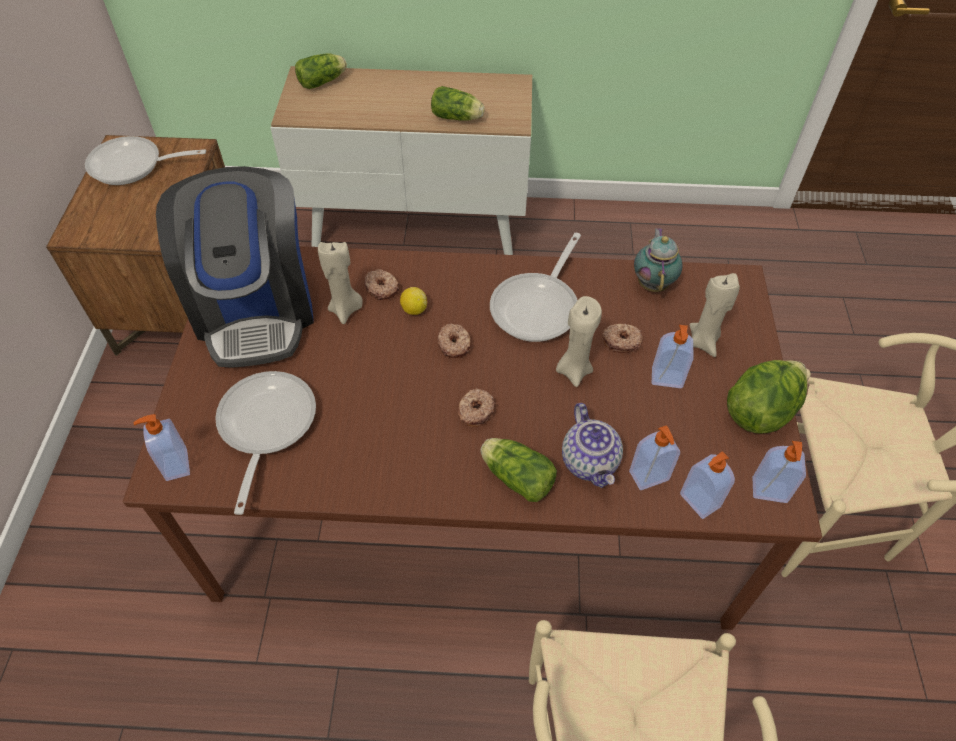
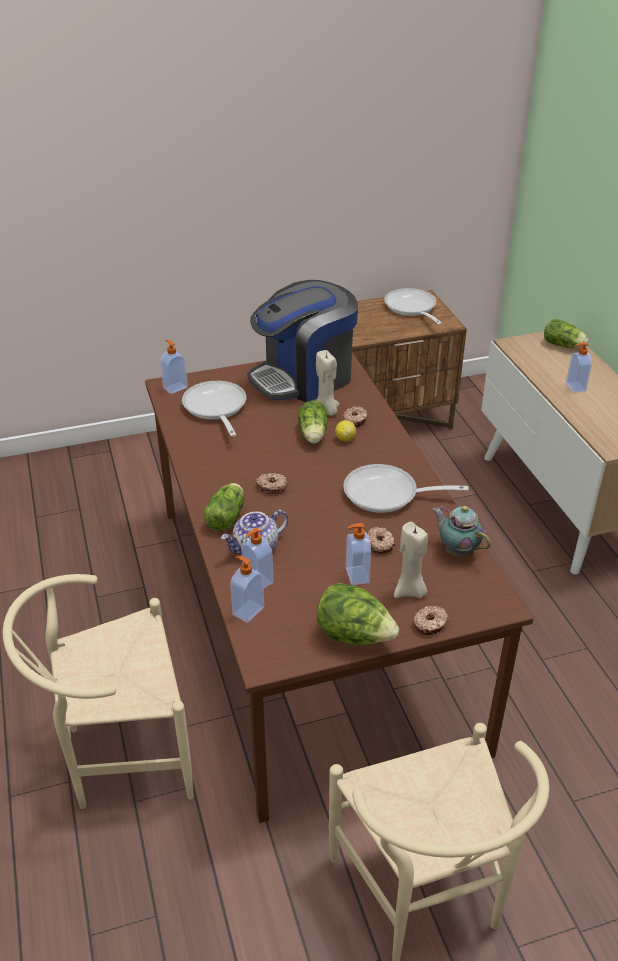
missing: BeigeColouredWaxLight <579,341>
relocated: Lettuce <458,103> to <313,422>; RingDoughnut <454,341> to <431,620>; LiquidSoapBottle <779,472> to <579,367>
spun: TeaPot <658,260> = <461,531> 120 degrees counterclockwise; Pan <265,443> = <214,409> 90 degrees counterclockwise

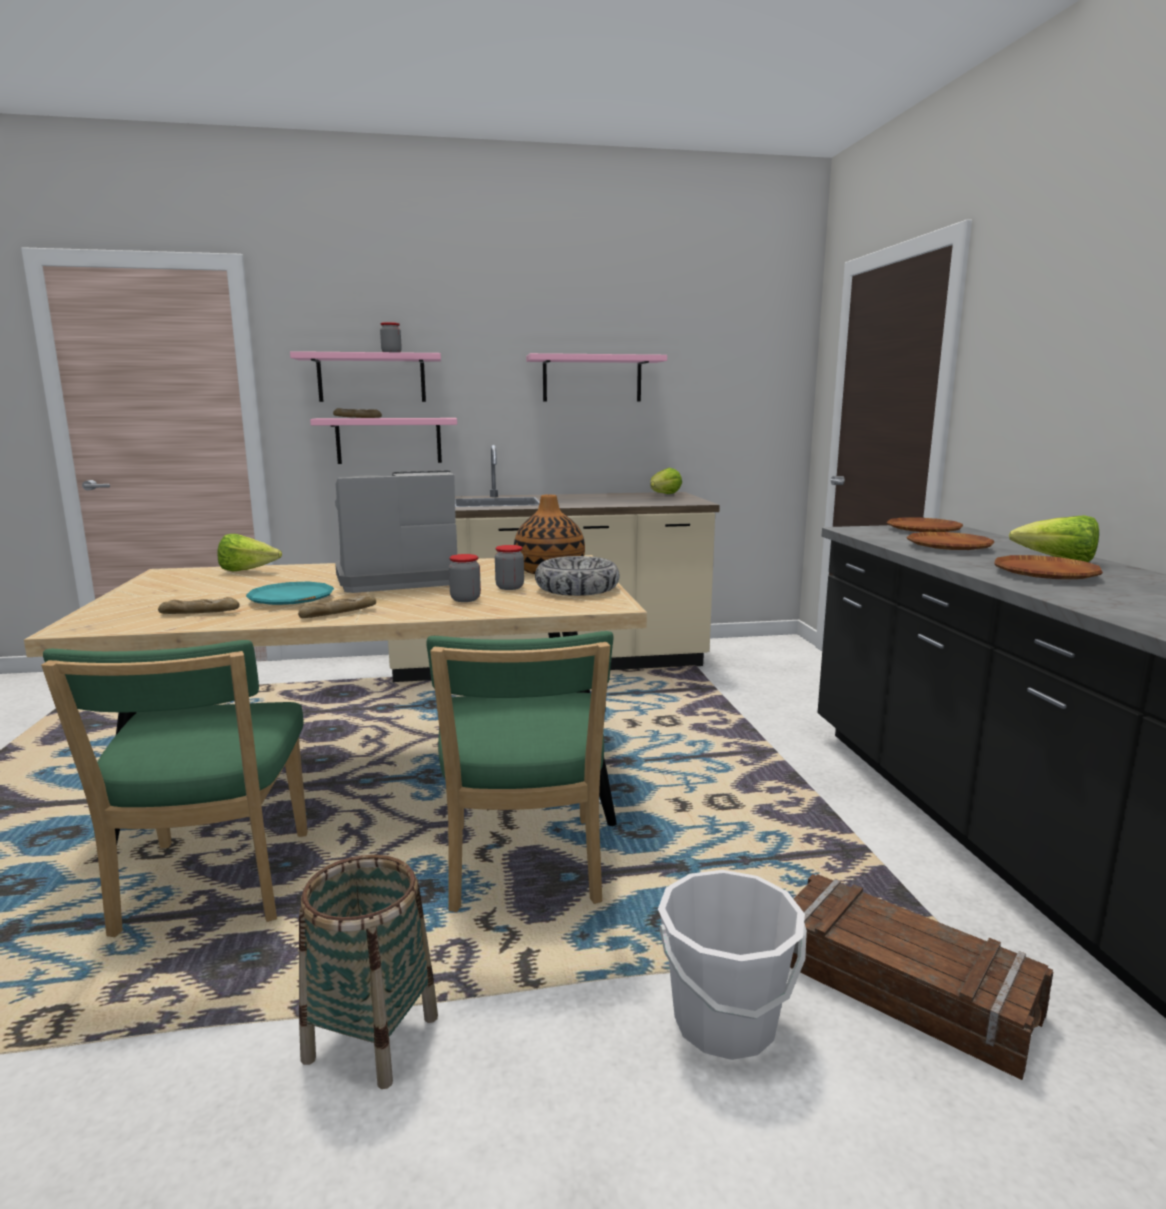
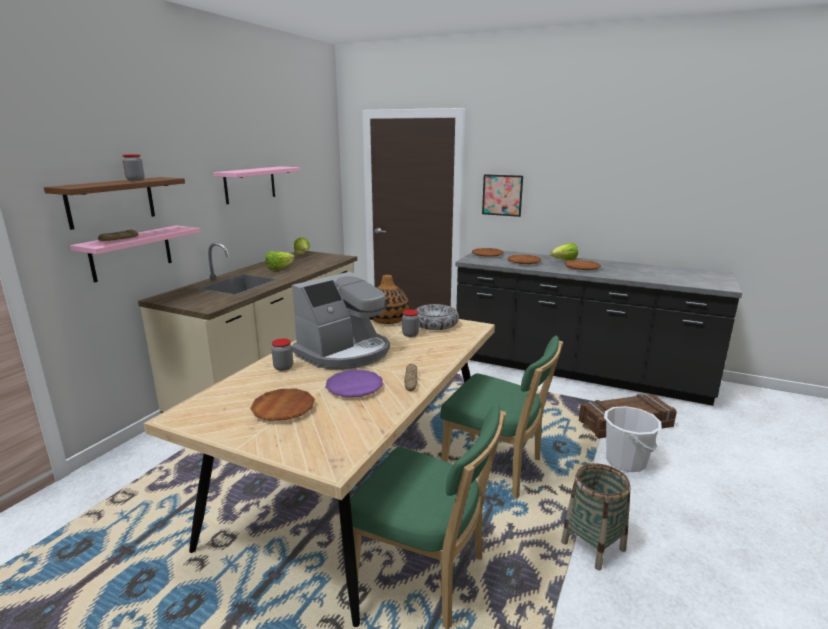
missing: BakeryBread <199,605>
appeared: WallPicture <502,195>; BrownColouredFlatDish <282,405>
relocated: Lettuce <249,552> to <280,260>; StorageJar <465,578> to <282,354>
colour: PinkishBracketShelf <365,376> to BrownColouredBracketShelf <114,203>; TurquoiseFlatDish <290,593> to PurpleColouredFlatDish <354,383>
spun: CoffeeMachine <396,531> = <341,321> 150 degrees counterclockwise

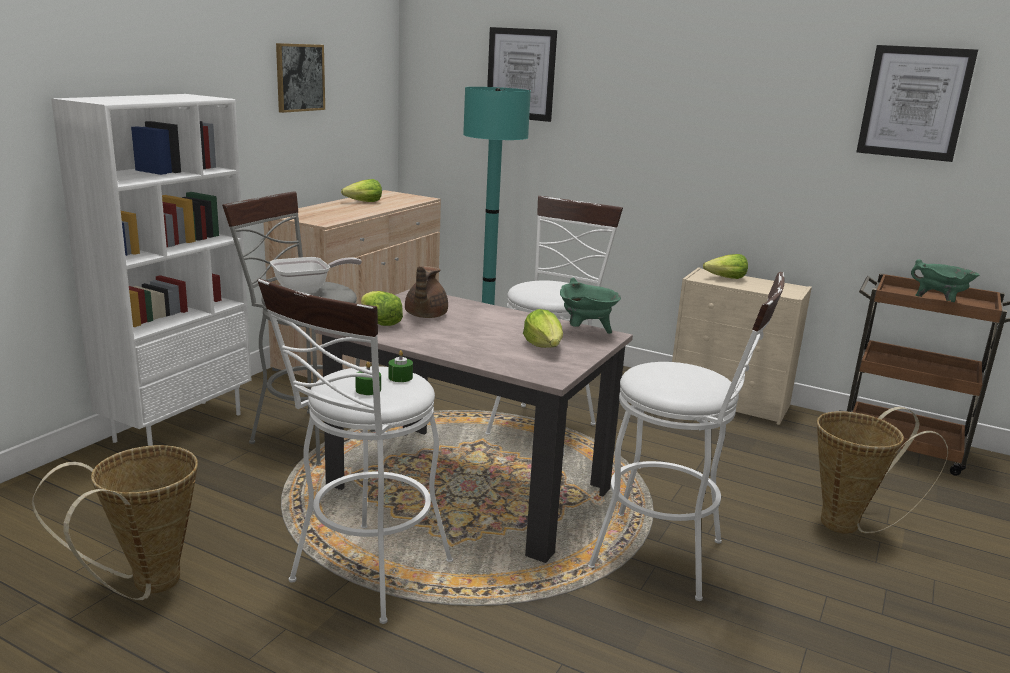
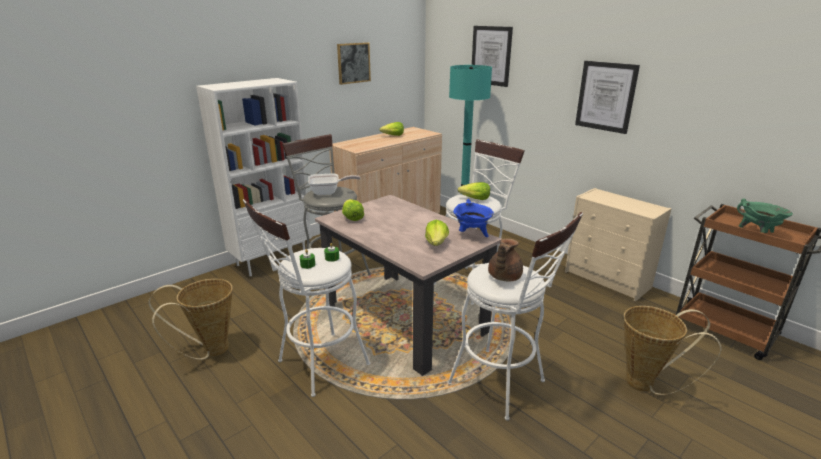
relocated: WallPicture <917,103> to <607,97>; Lettuce <725,266> to <474,191>; BrownColouredTeaPot <426,292> to <505,260>
colour: GreenishSaucepot <590,306> to BlueColouredSaucepot <473,218>

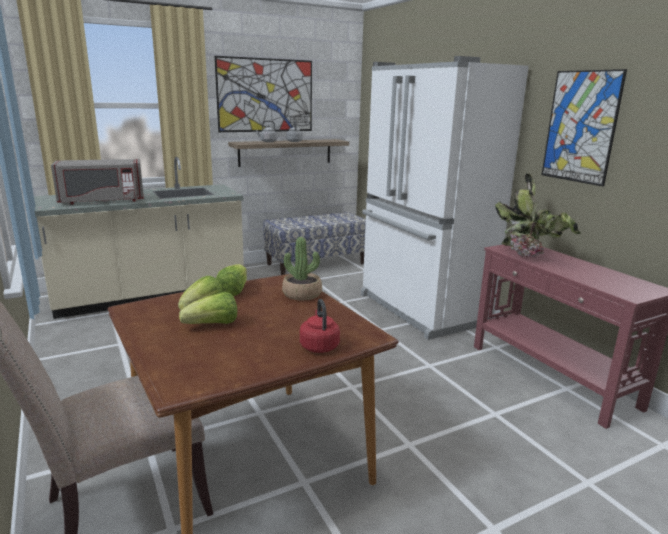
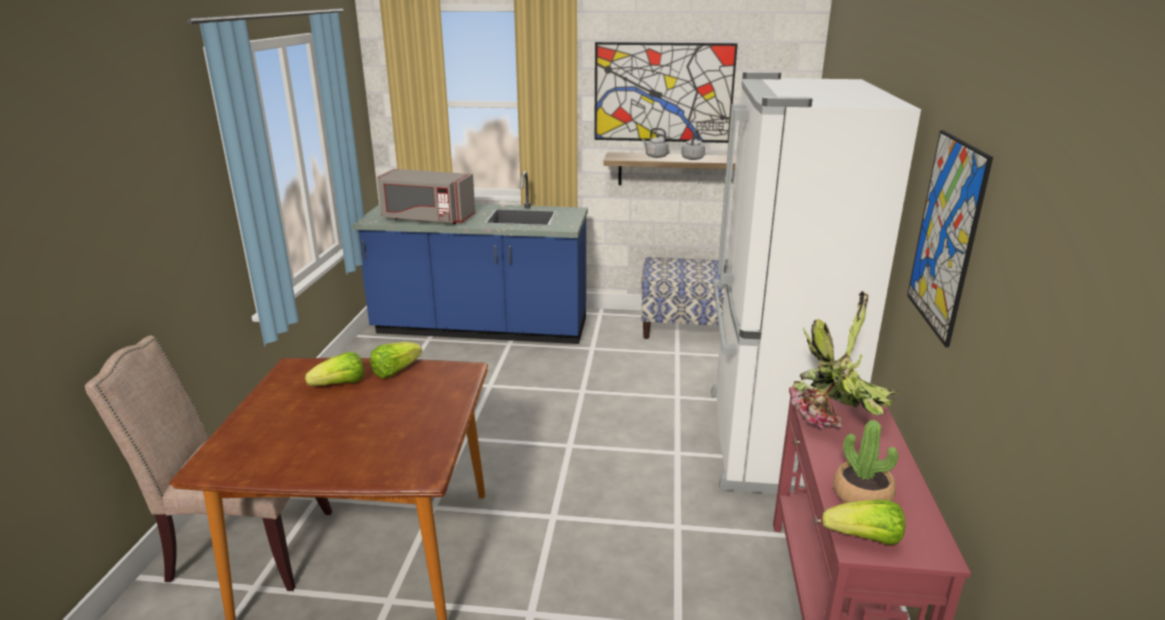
missing: RedWaterKettle <320,326>
relocated: Houseplant <302,268> to <866,461>; Lettuce <208,308> to <863,522>
colour: BeigeColouredKitchenBaseUnit <139,238> to BlueColouredKitchenBaseUnit <470,257>

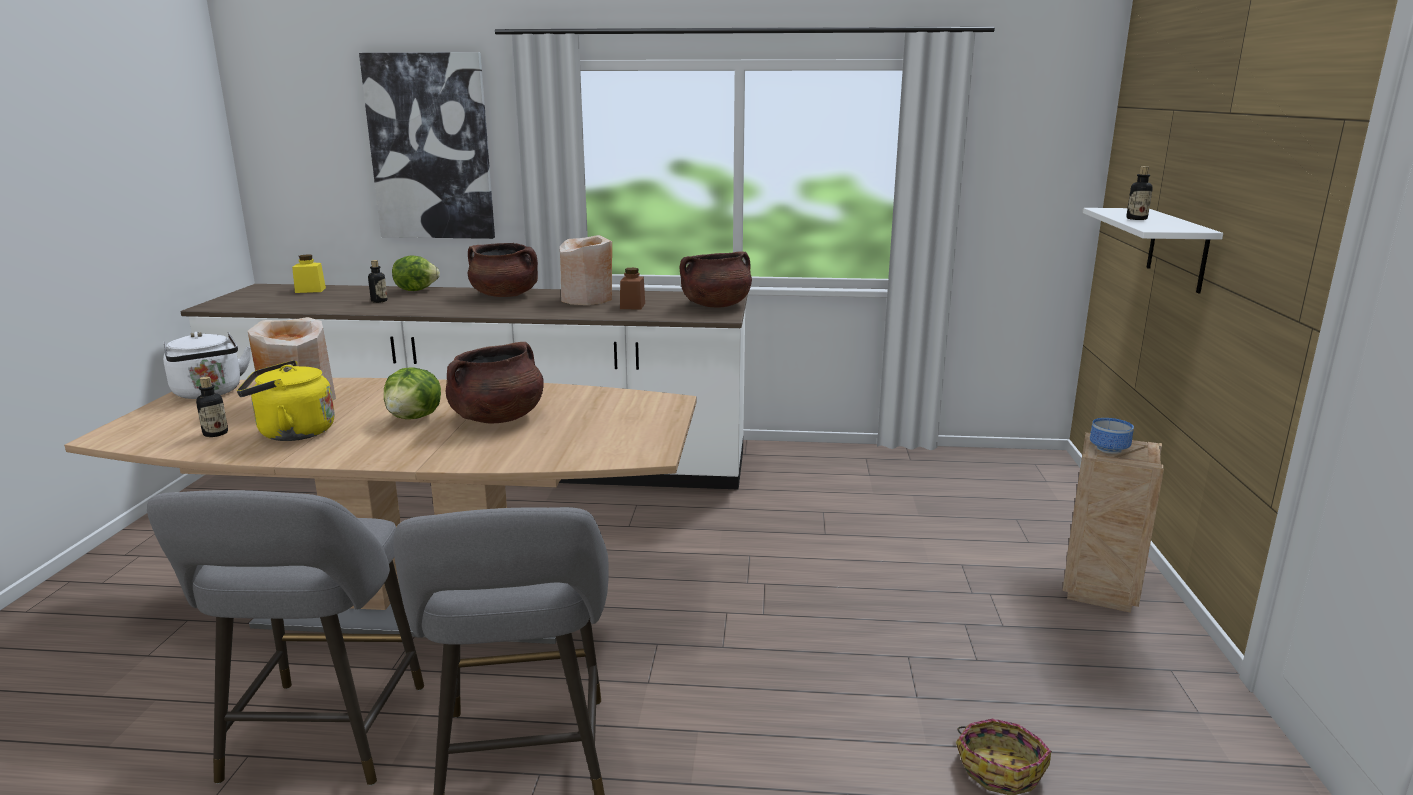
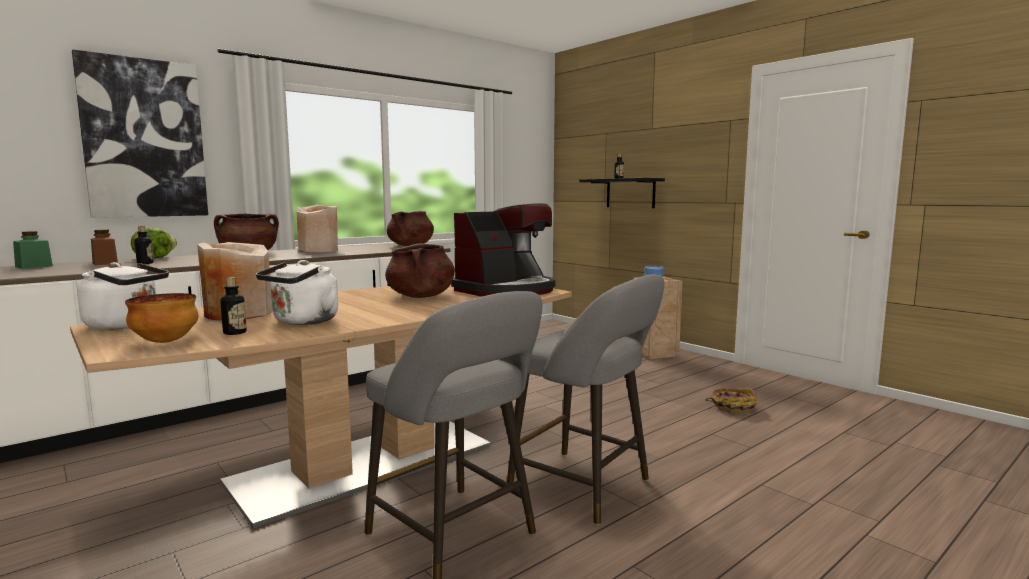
missing: Lettuce <412,393>
appeared: CoffeeMachine <503,249>; DeepDish <162,318>
relocated: BrownColouredStorageJar <632,289> to <104,247>
colour: WhitishBracketShelf <1153,251> to BlackBracketShelf <622,193>; YellowishStorageJar <309,274> to GreenishStorageJar <33,250>; YellowishWaterKettle <286,400> to WhitishWaterKettle <297,292>

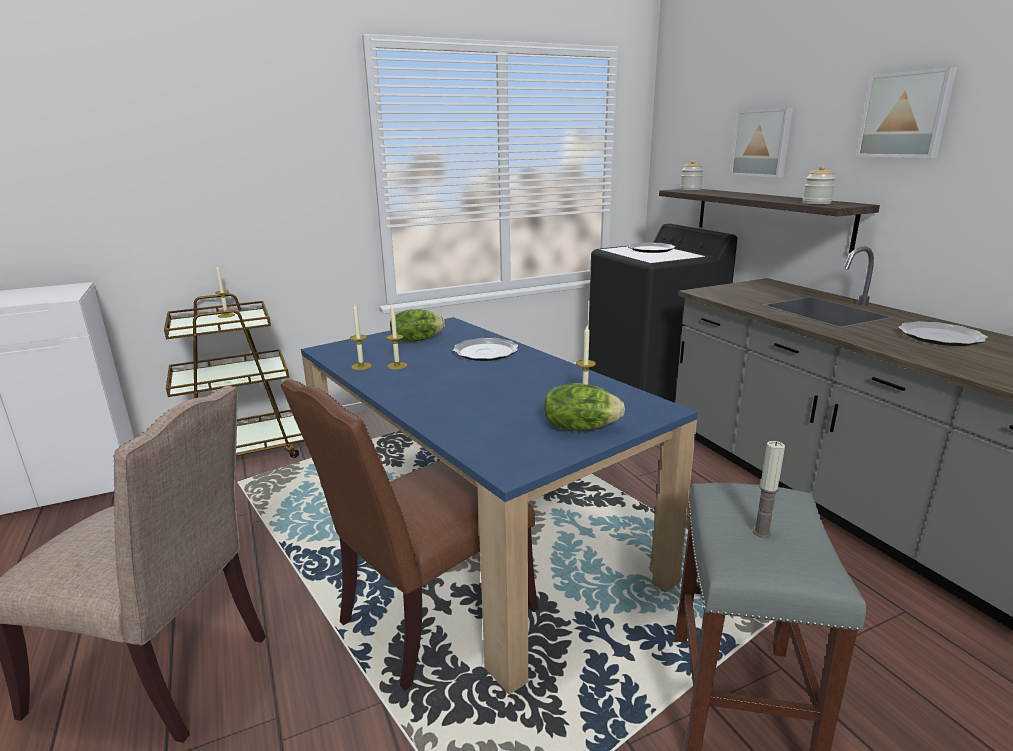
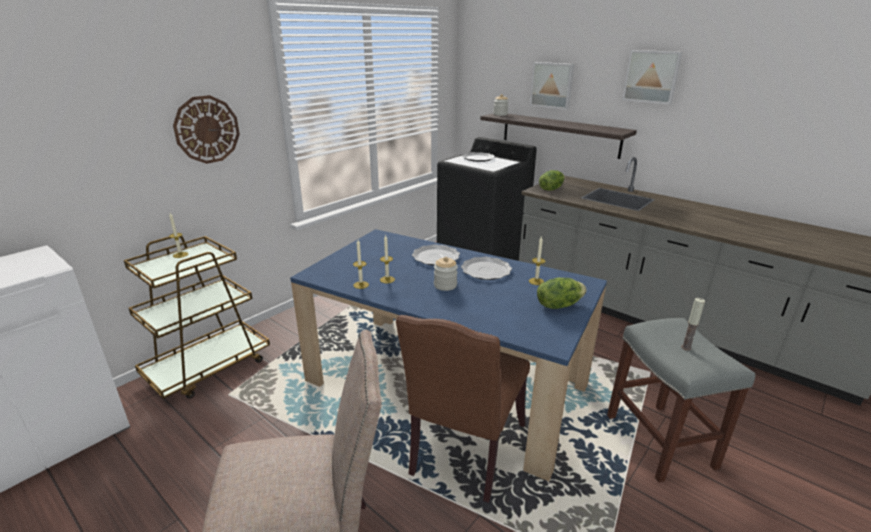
appeared: WallClock <206,129>
relocated: StorageJar <819,184> to <446,274>; Lettuce <417,325> to <552,180>; FlatDish <943,333> to <486,268>

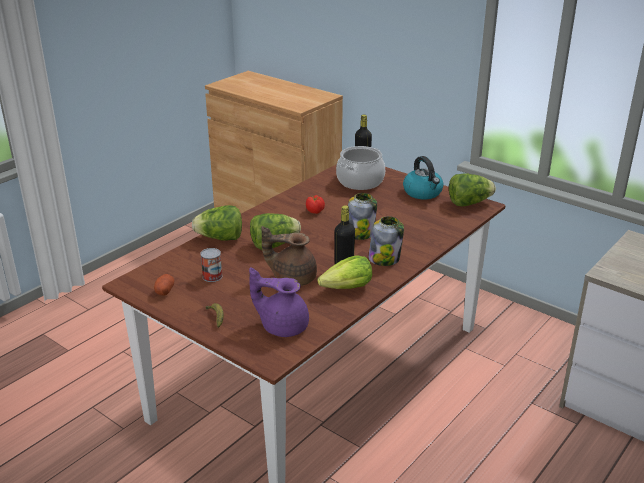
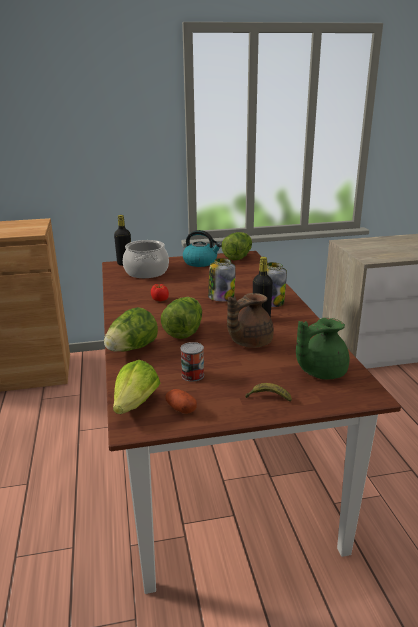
relocated: Lettuce <344,272> to <136,387>
colour: PurpleColouredTeaPot <279,302> to GreenishTeaPot <322,349>

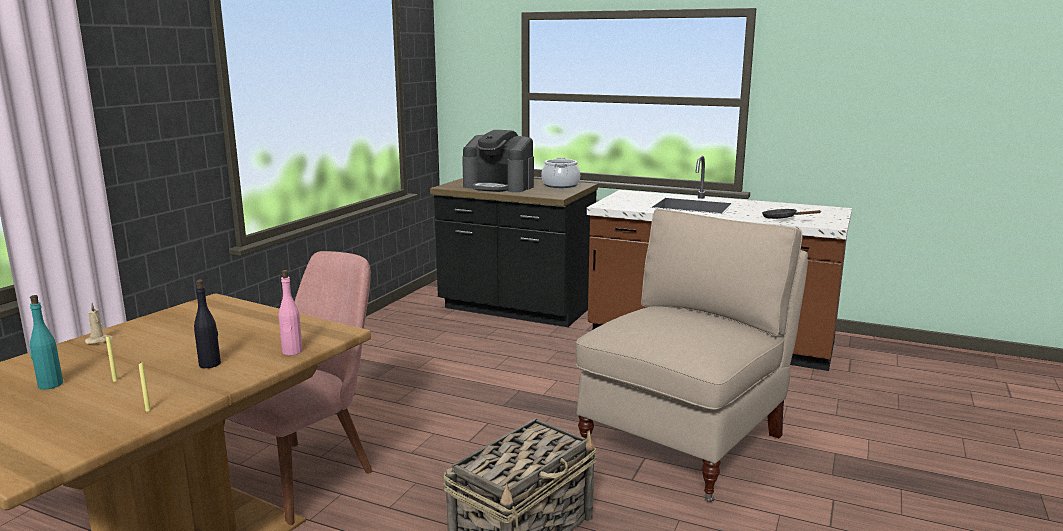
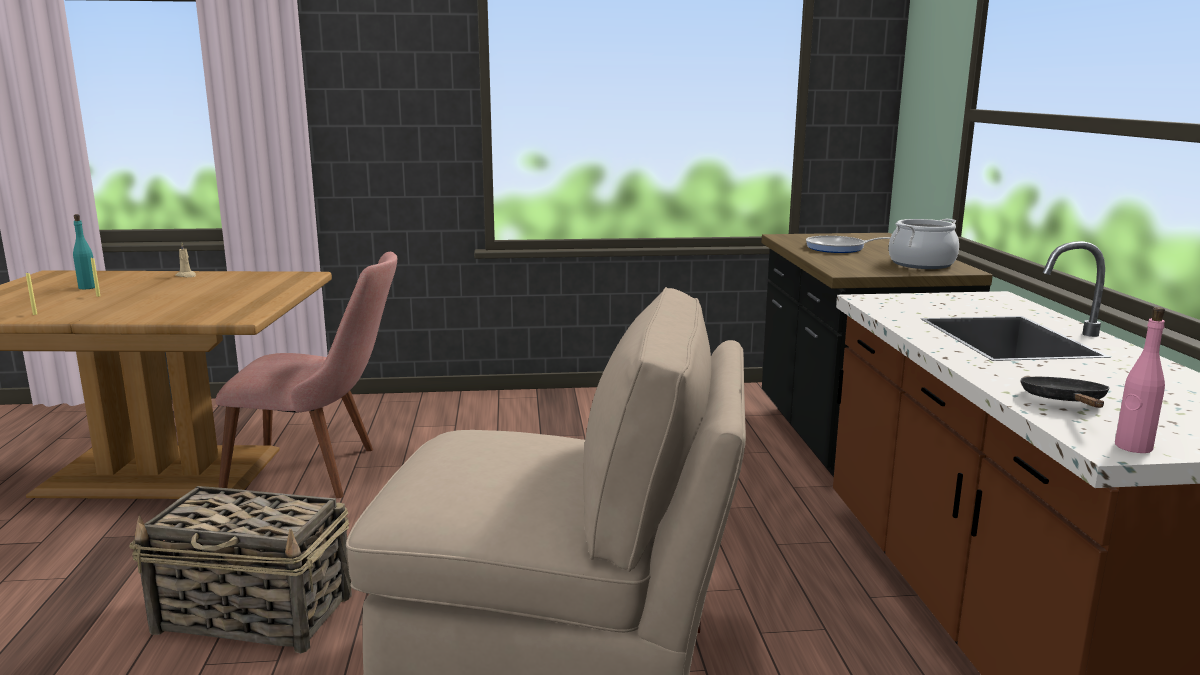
missing: BlackBeverageBottle <207,324>
relocated: PinkishBeverageBottle <291,312> to <1140,380>
exchanged: CoffeeMachine <498,161> to Pan <848,244>

